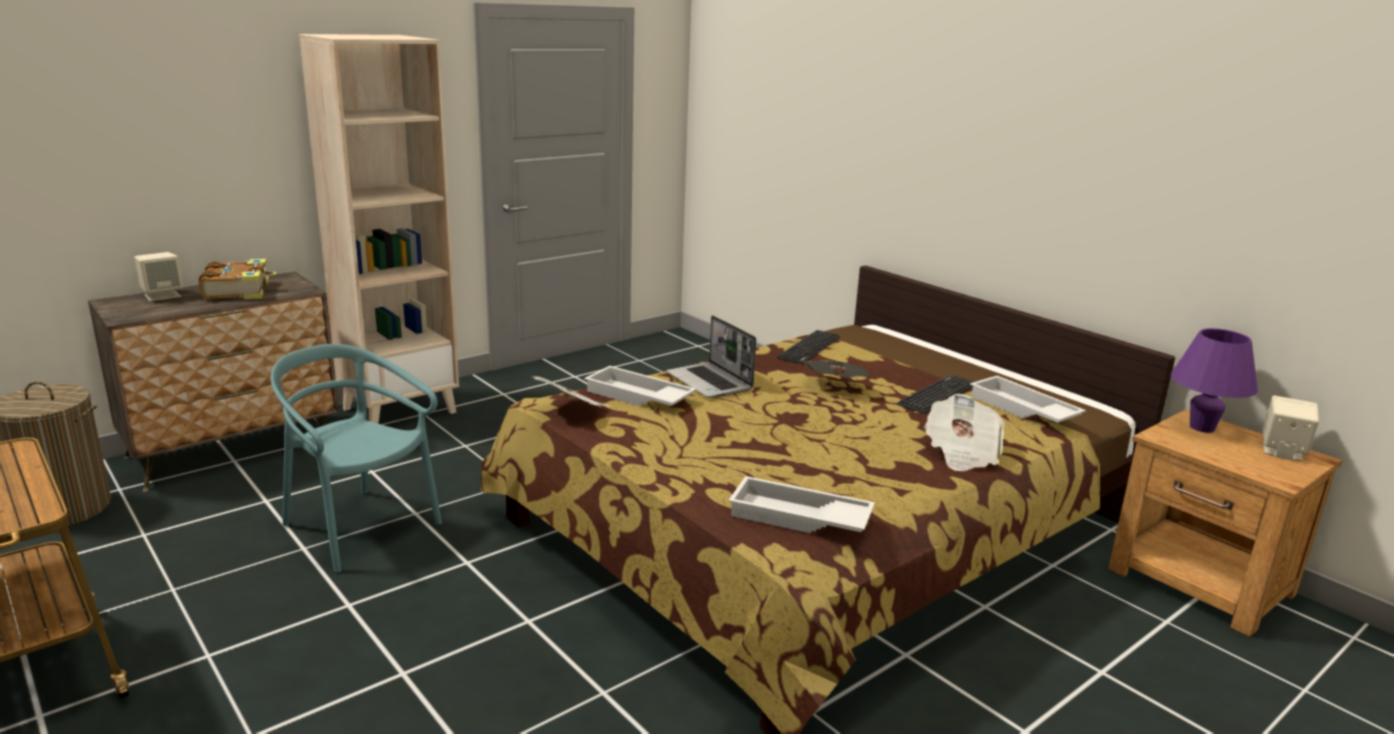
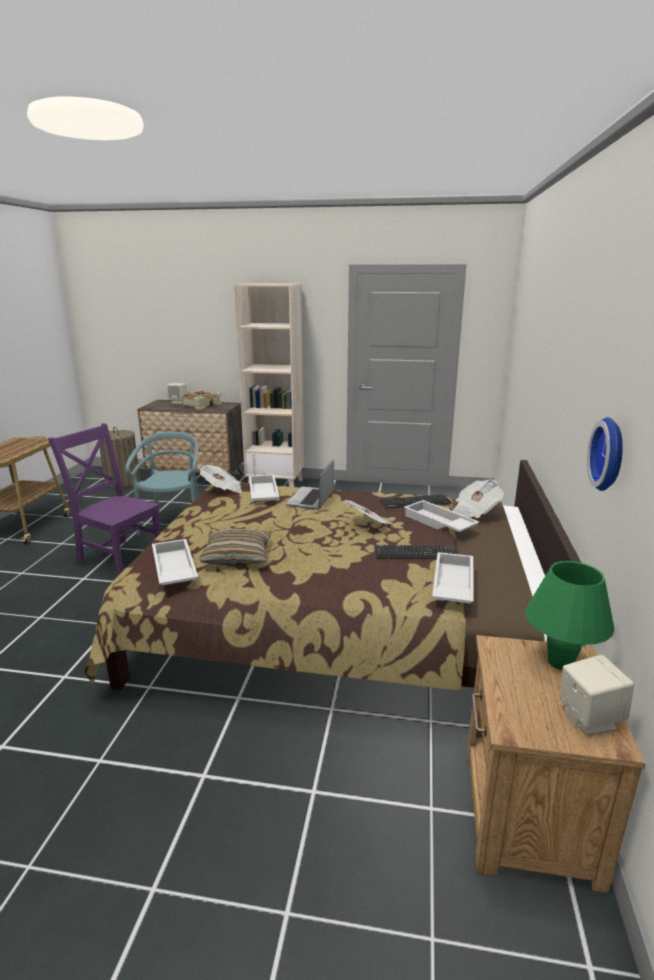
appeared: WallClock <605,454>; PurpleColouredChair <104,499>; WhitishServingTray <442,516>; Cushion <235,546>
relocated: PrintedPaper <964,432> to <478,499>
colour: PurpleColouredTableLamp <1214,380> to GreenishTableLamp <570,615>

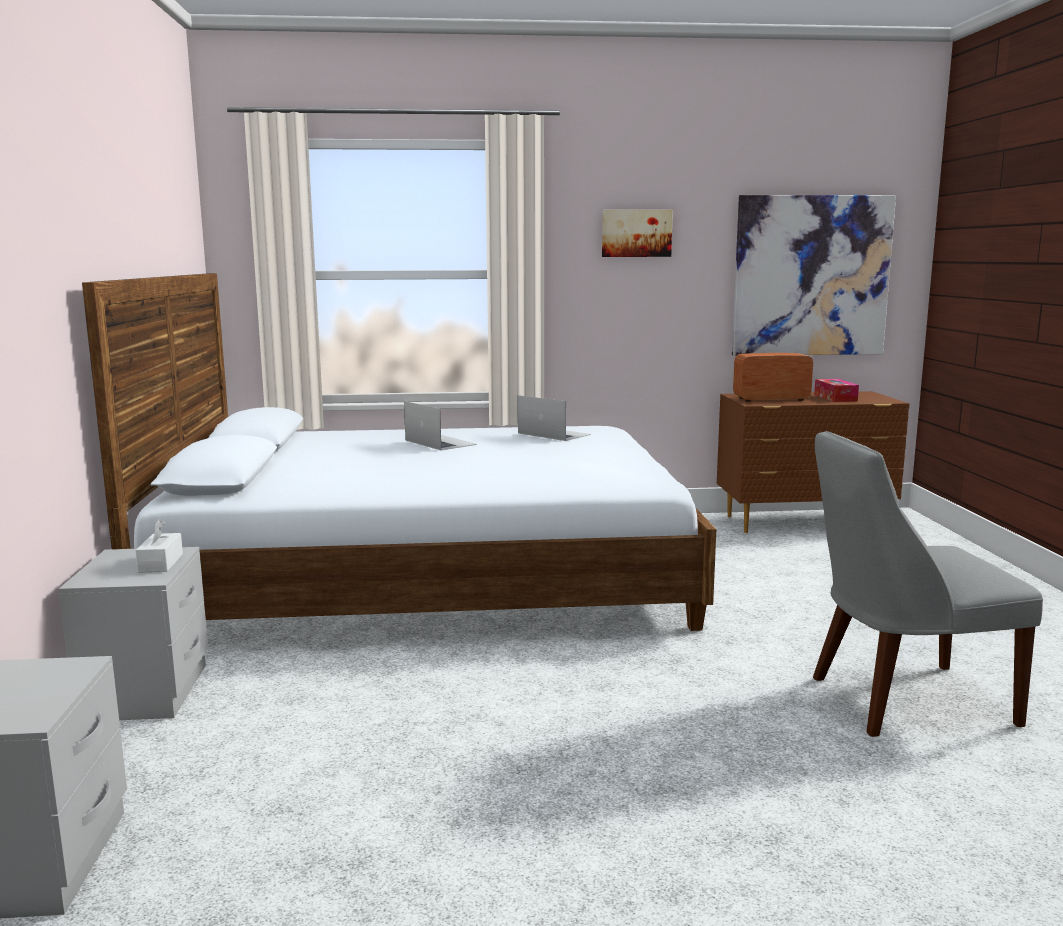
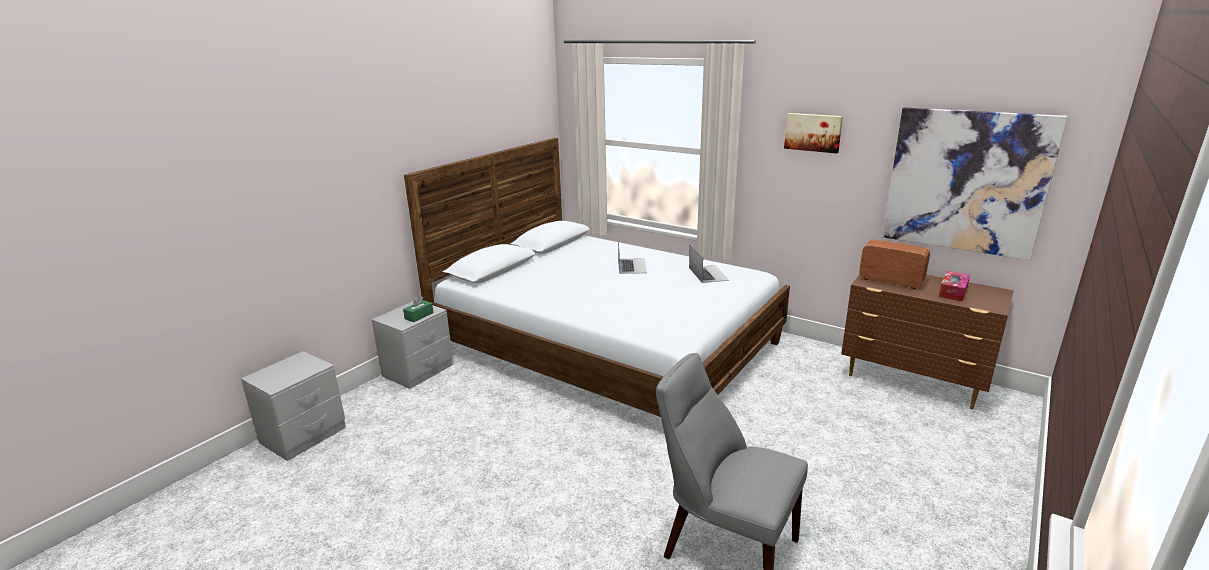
colour: WhitishBoxOfTissues <159,546> to GreenishBoxOfTissues <418,309>

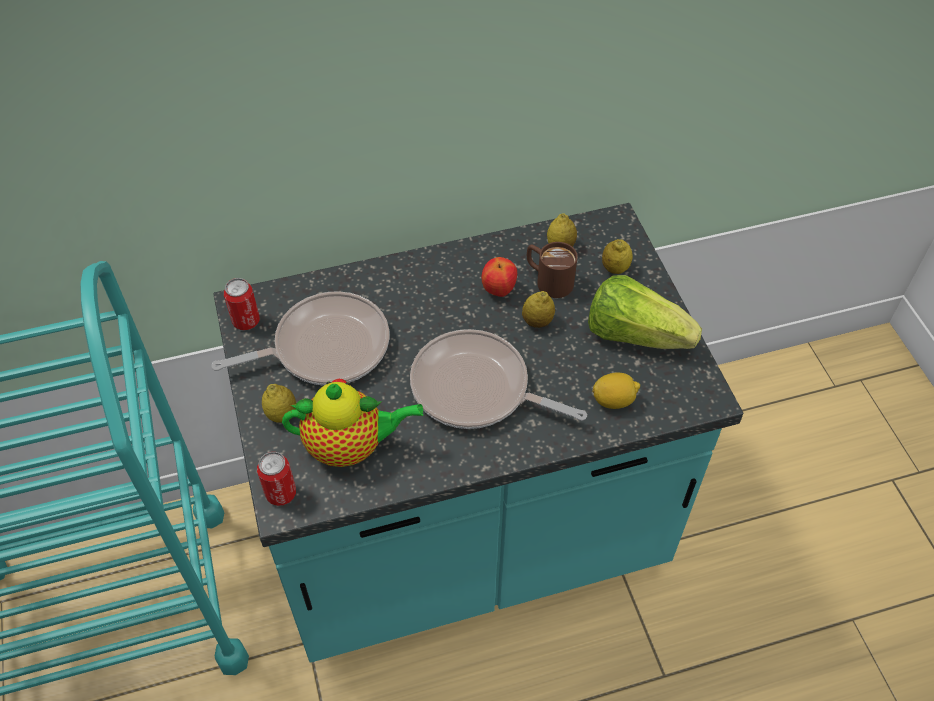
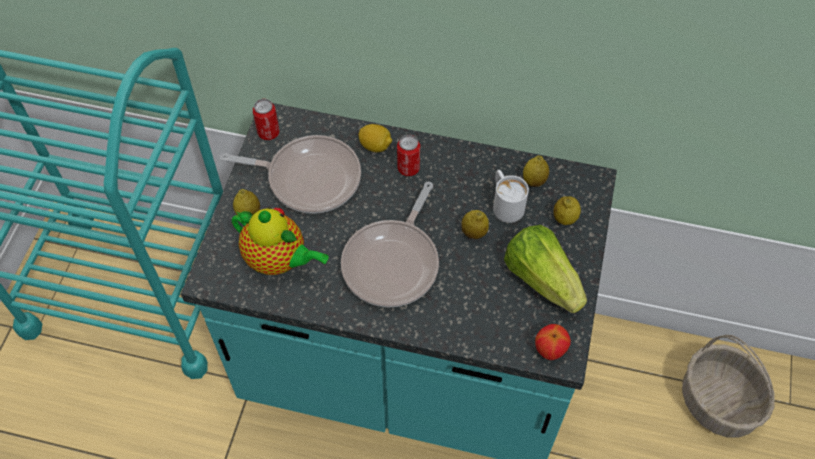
appeared: Basket <728,386>
relocated: WholeApple <499,277> to <553,342>; WholeLemon <616,391> to <375,138>; SealedCan <276,479> to <408,155>
colour: BrownColouredCoffeeMug <552,270> to WhitishCoffeeMug <511,196>
spun: Pan <498,379> = <390,244> 120 degrees counterclockwise

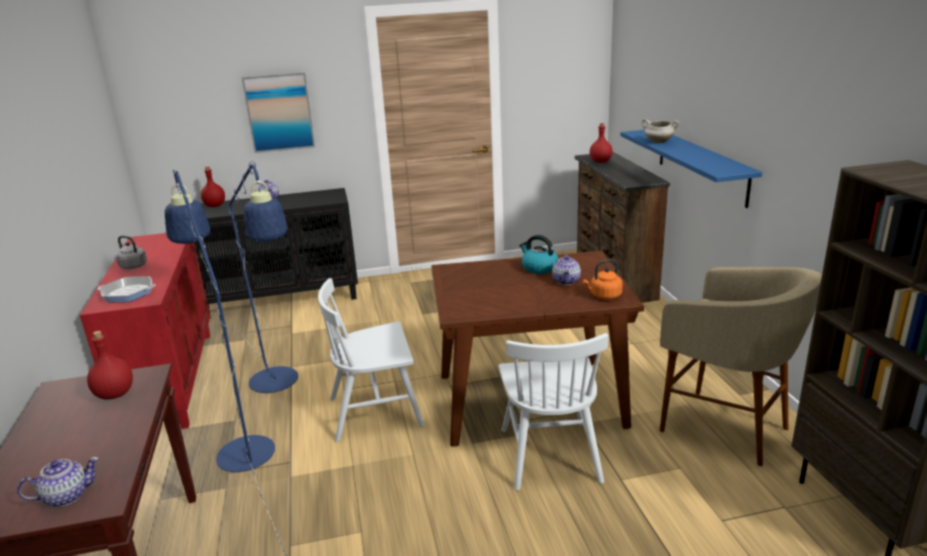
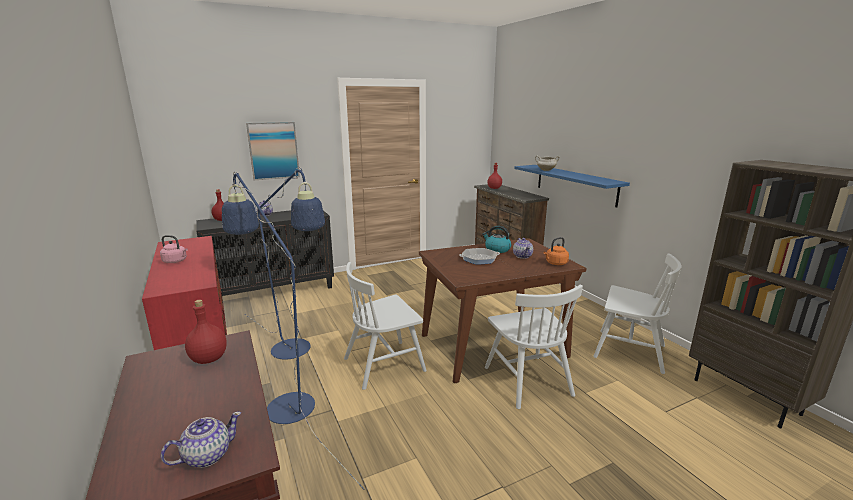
relocated: Pan <126,289> to <479,256>
exchanged: BeigeColouredStoolSeat <741,366> to WhitishChair <637,314>
colour: GreyWaterKettle <131,252> to PinkishWaterKettle <174,249>

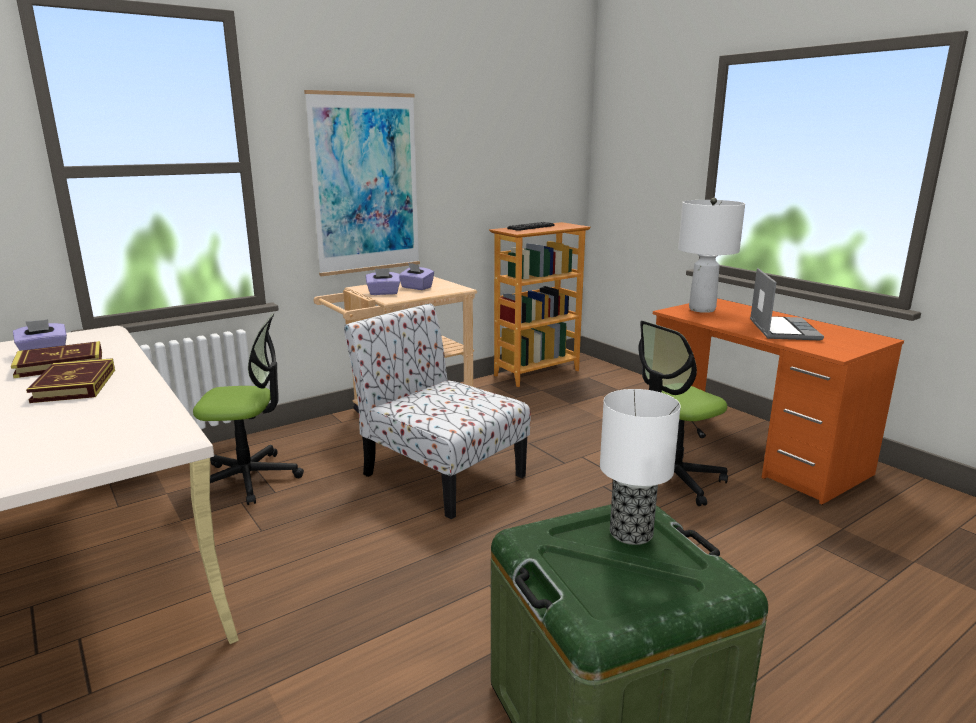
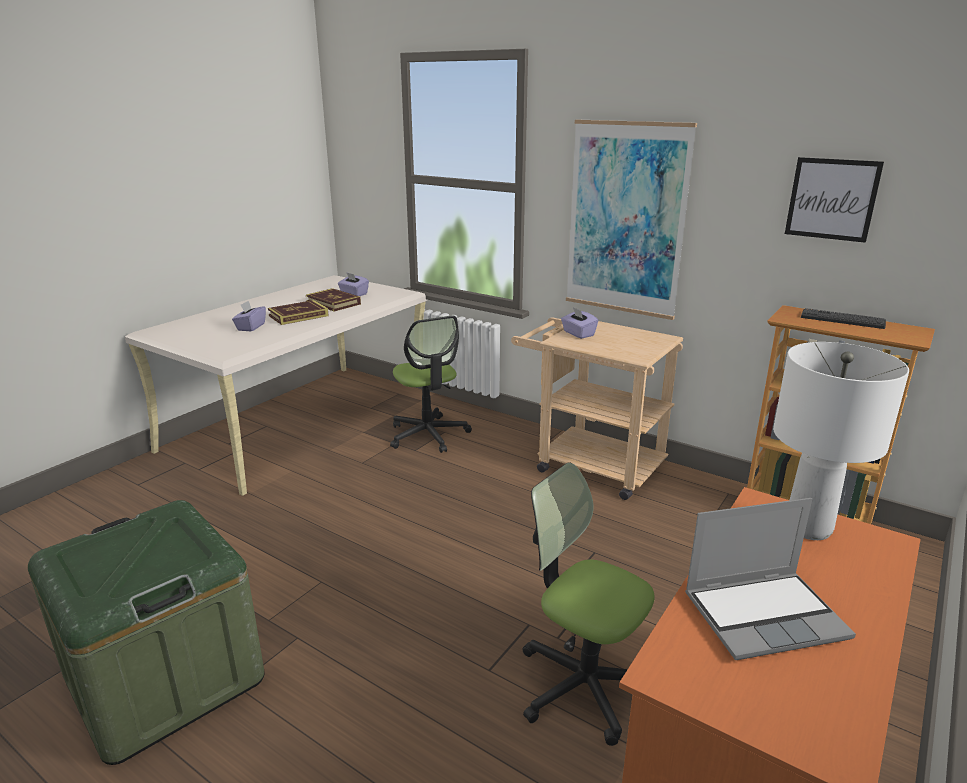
missing: Chair <437,411>; TableLamp <640,467>
appeared: WallPicture <834,200>
relocated: PurpleColouredBoxOfTissues <416,276> to <249,316>

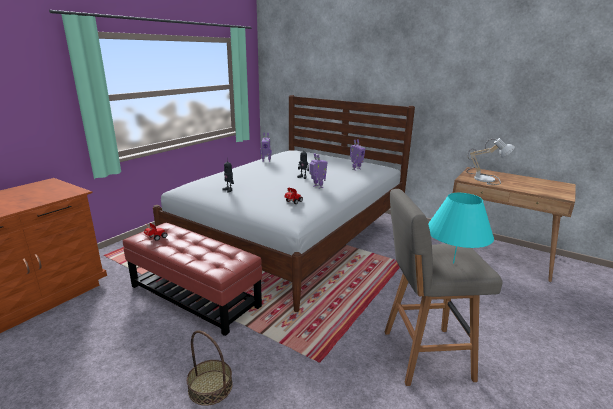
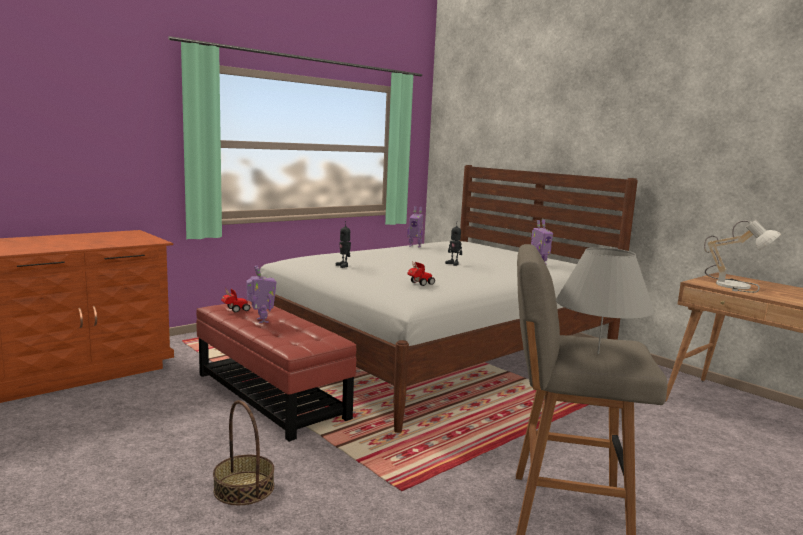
relocated: RobotFigure <318,171> to <261,294>
colour: TurquoiseTableLamp <461,228> to GreyTableLamp <605,300>

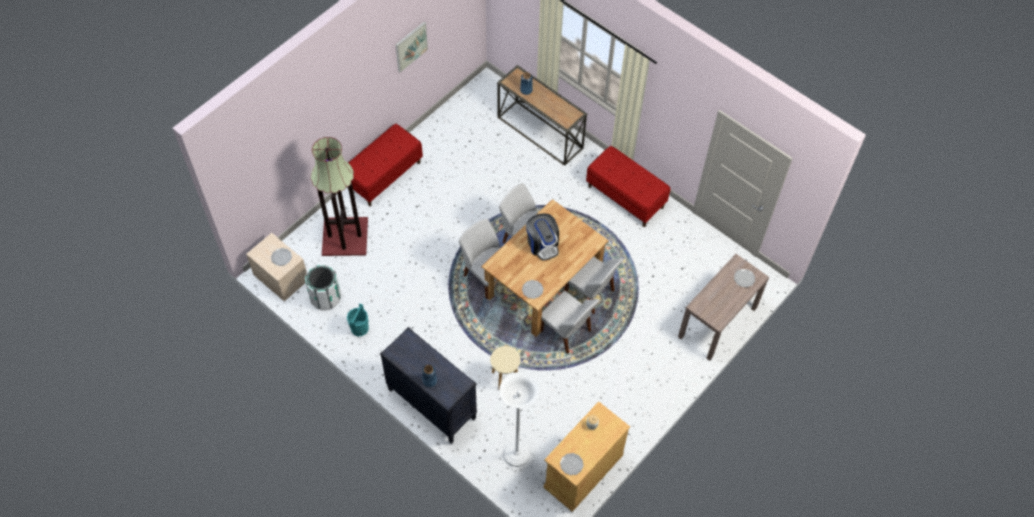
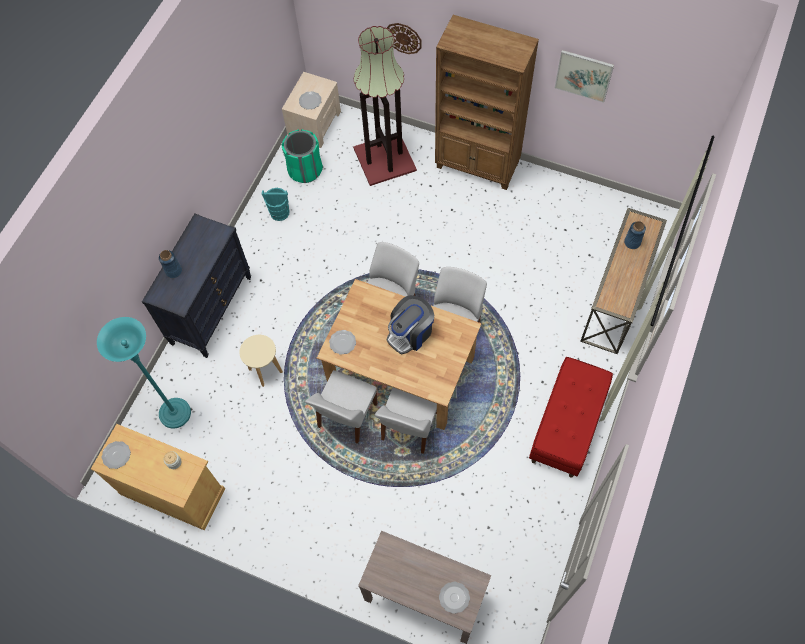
appeared: WallClock <404,38>
exchanged: RedLongSeat <385,165> to BrownColouredShelvingUnit <487,102>
colour: WhitishTrashCan <323,287> to GreenishTrashCan <302,156>; WhitishStandingLamp <519,419> to TurquoiseStandingLamp <144,373>

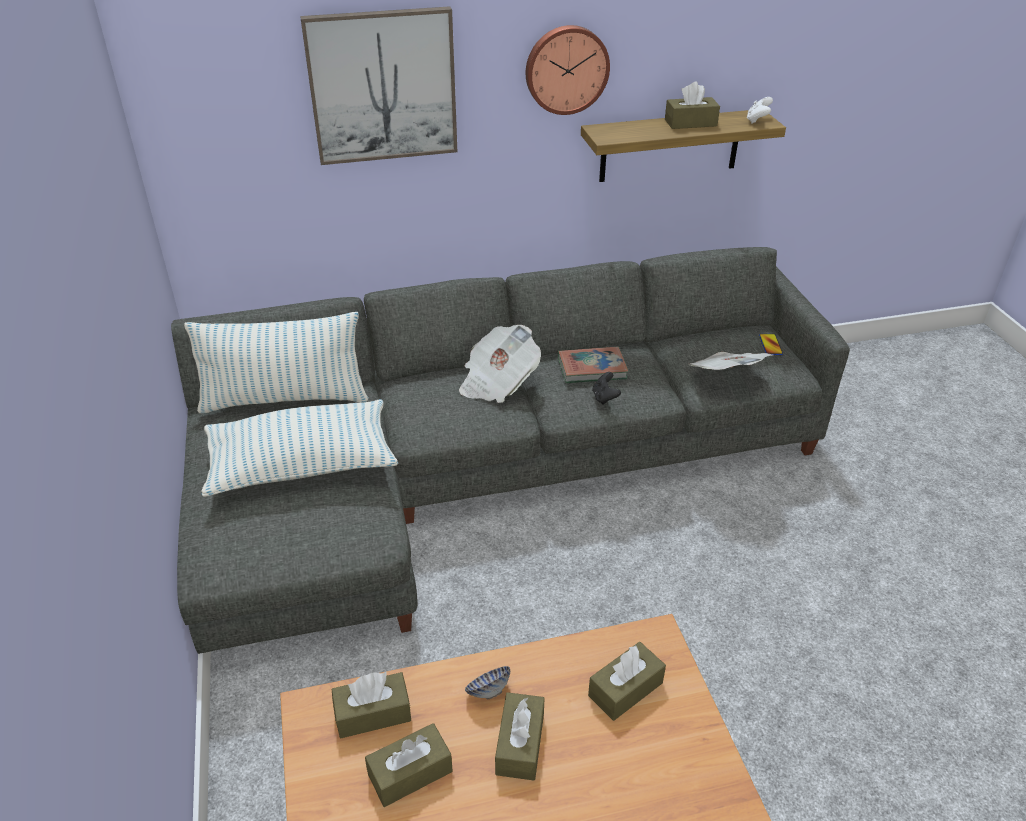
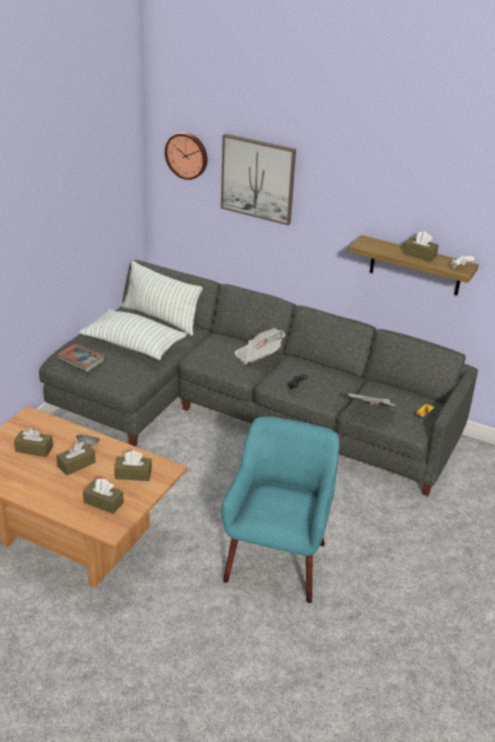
appeared: TurquoiseEasyChair <280,509>
relocated: WallClock <568,70> to <186,156>; Volume <593,365> to <81,358>; BrownColouredBoxOfTissues <371,705> to <103,496>

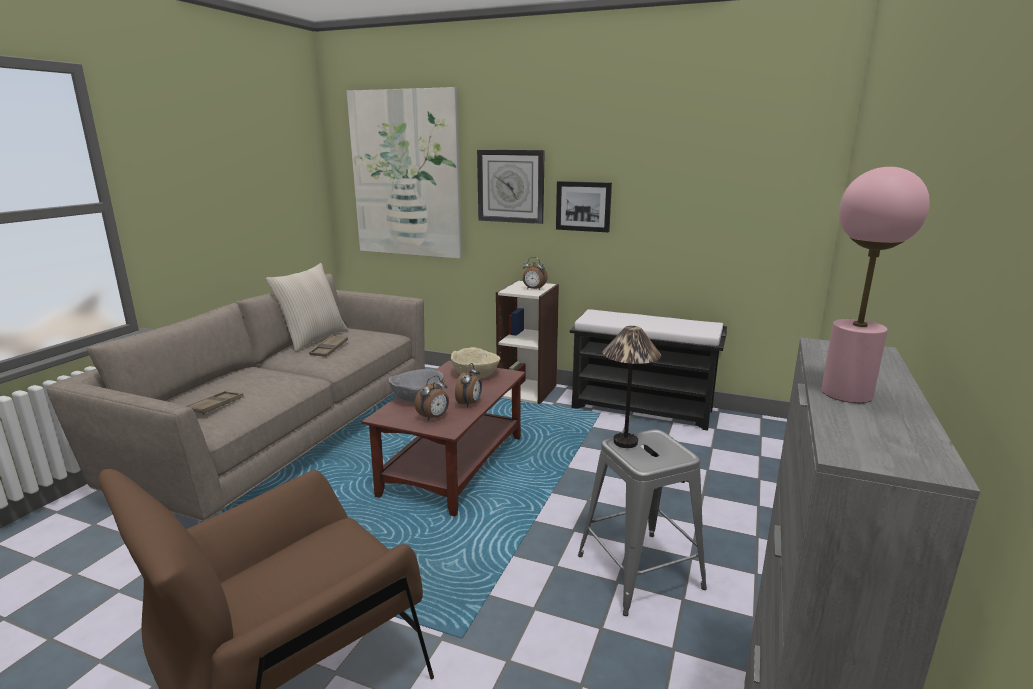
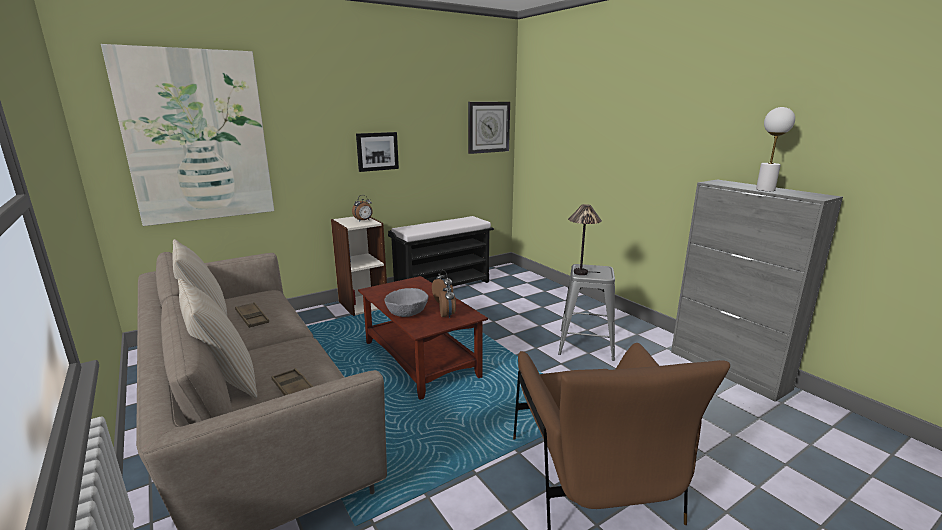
missing: BeigeColouredDeepDish <475,363>
appeared: BeigeColouredCushion <218,338>
relocated: WallClock <511,187> to <489,128>
colour: PinkishTableLamp <875,285> to WhitishTableLamp <775,149>

